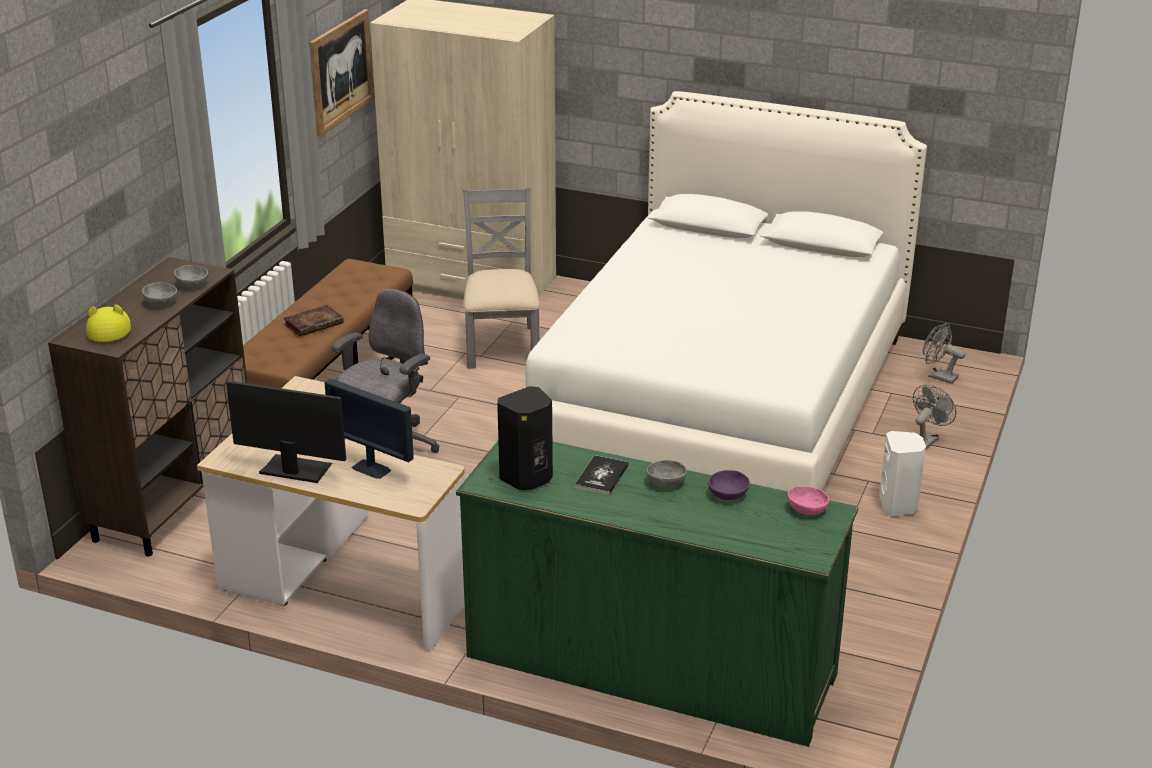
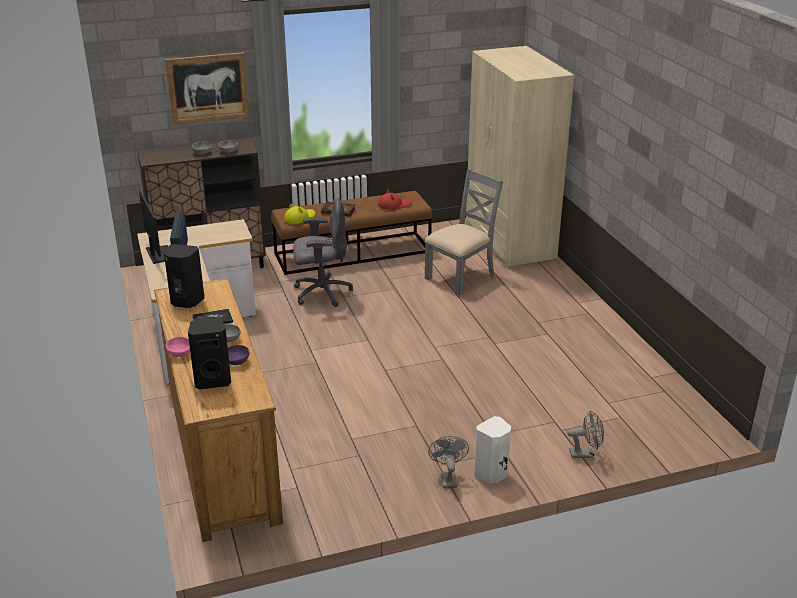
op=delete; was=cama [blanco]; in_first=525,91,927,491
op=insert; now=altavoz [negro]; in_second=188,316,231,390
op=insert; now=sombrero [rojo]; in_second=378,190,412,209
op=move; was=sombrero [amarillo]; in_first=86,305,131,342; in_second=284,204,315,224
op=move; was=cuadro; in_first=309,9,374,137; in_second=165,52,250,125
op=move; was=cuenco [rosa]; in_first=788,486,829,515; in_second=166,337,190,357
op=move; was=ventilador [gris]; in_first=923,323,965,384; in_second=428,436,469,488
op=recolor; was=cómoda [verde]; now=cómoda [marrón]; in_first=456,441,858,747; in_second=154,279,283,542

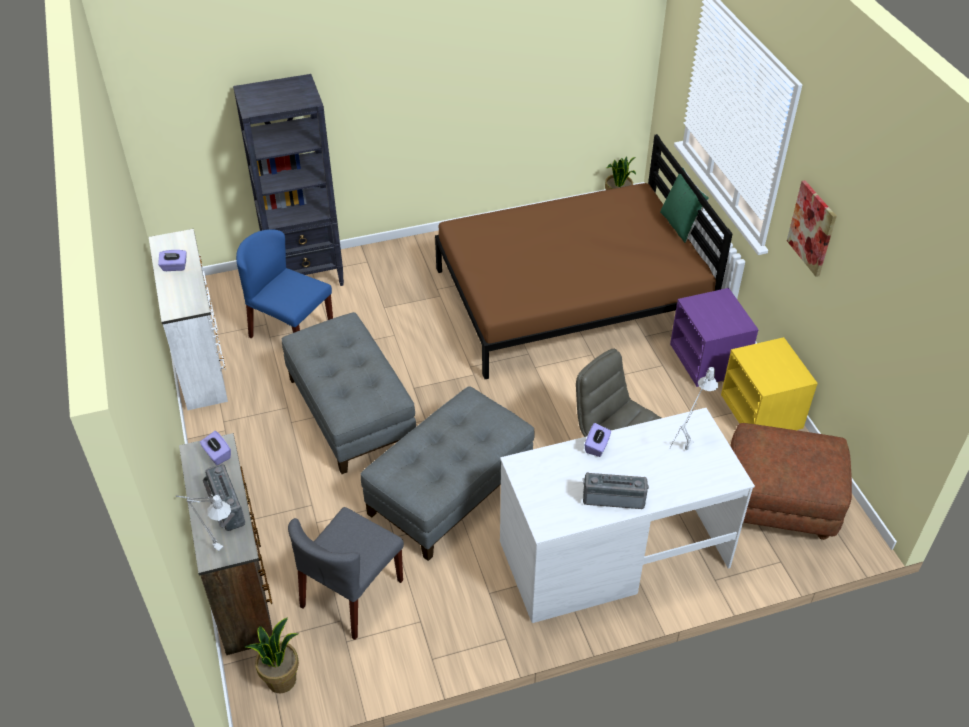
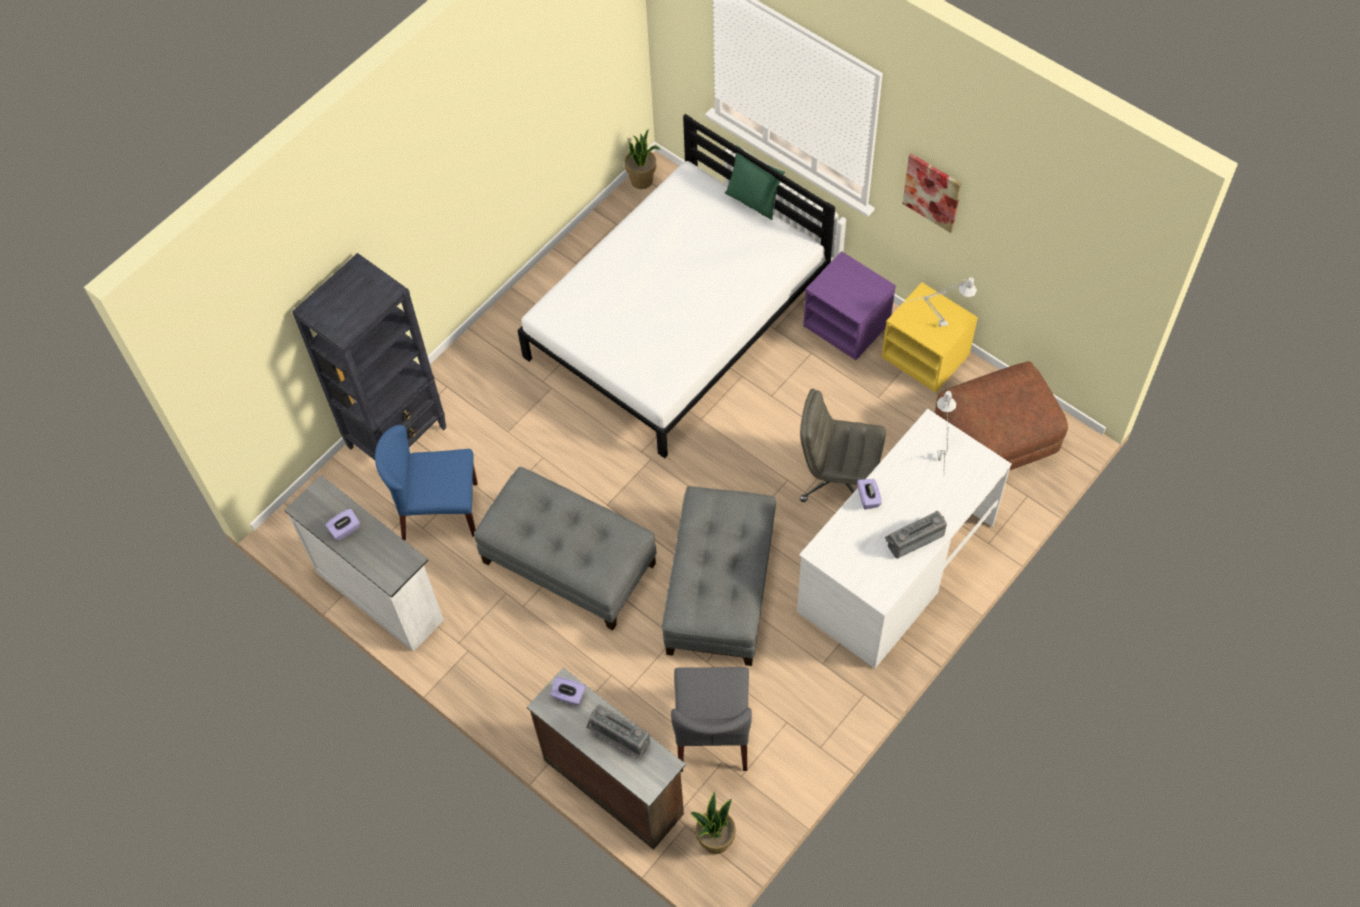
op=move; was=lámpara de mesa [gris]; in_first=176,494,231,551; in_second=906,277,977,327
op=recolor; was=cama [marrón]; now=cama [blanco]; in_first=435,134,732,379; in_second=517,114,835,458

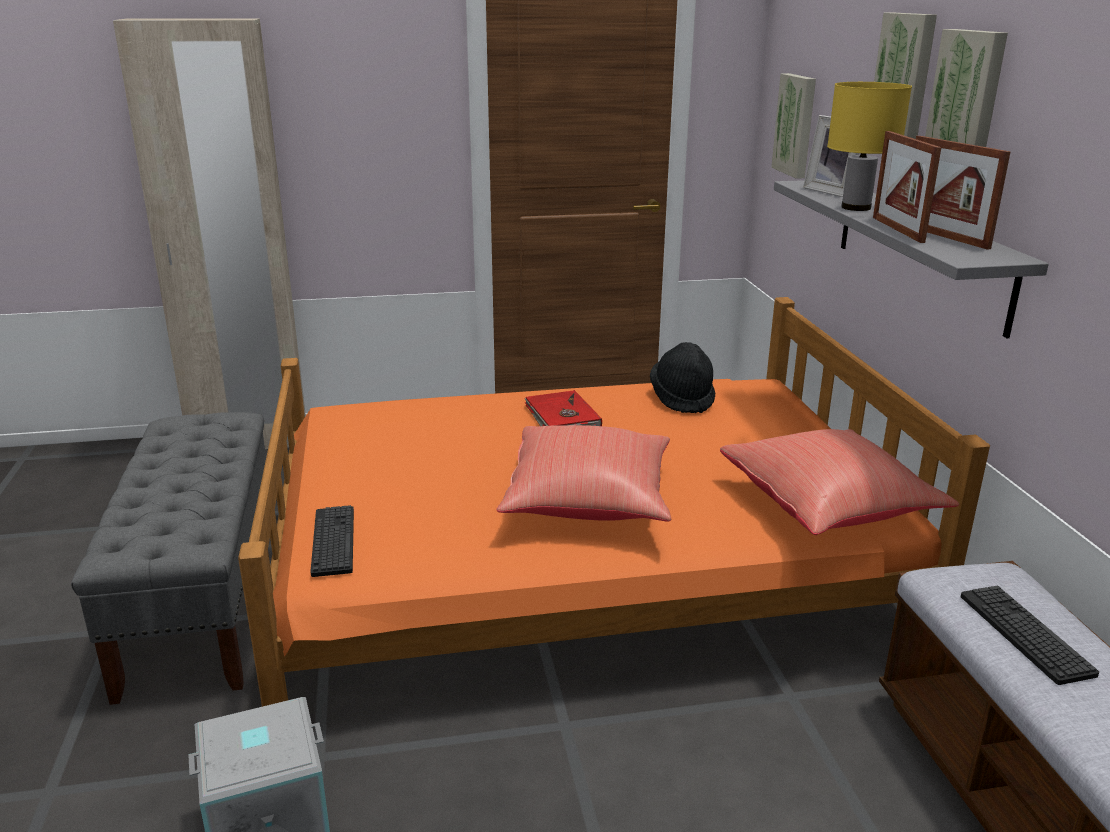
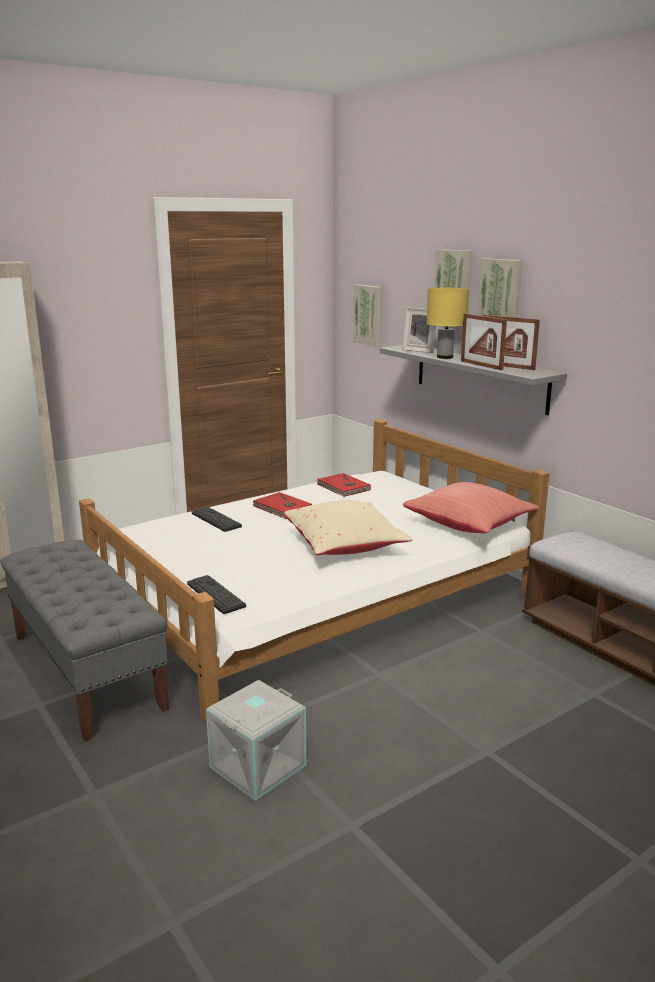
op=move; was=teclado; in_first=961,585,1099,685; in_second=192,507,242,532
op=replace; was=sombrero [negro]; now=libro [rojo]; in_first=650,342,715,413; in_second=317,473,371,497
op=recolor; was=cama [naranja]; now=cama [blanco]; in_first=238,297,990,707; in_second=79,419,550,723
op=recolor; was=cojín [rojo]; now=cojín [beis]; in_first=496,425,671,522; in_second=284,500,413,555

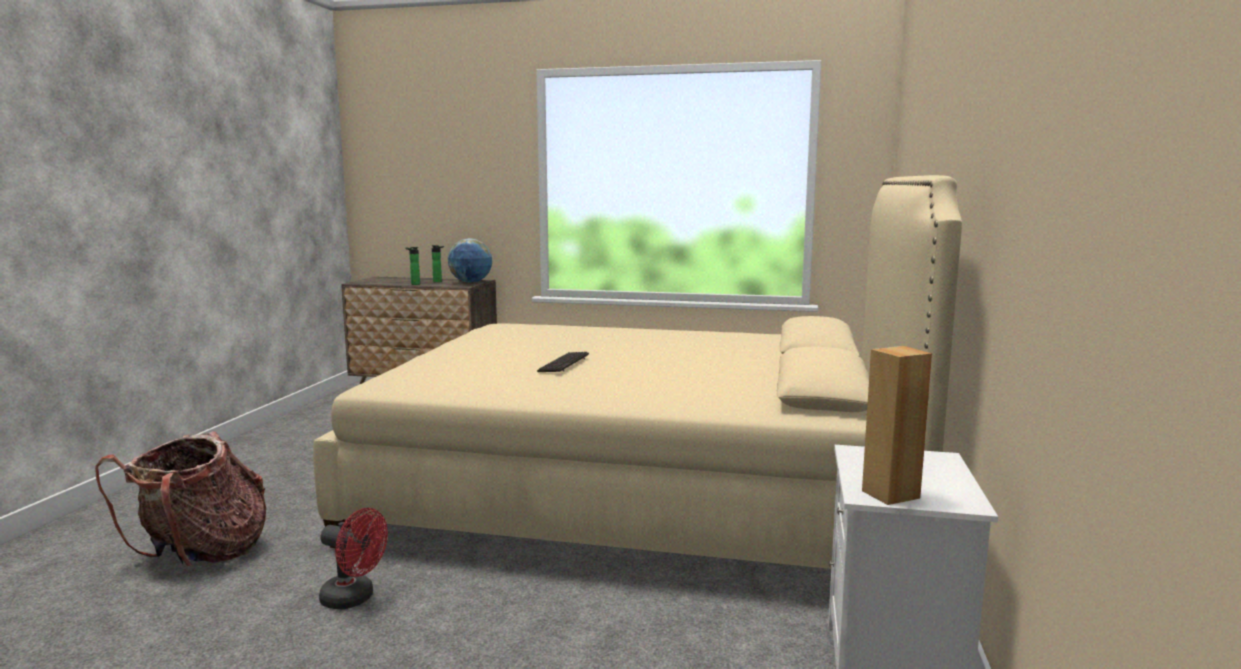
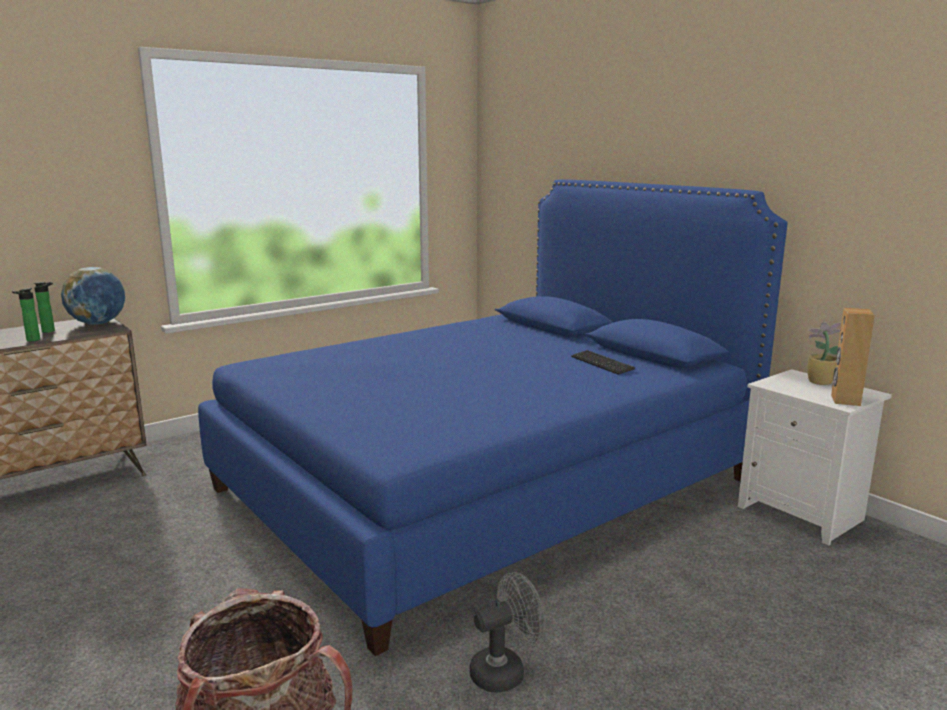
op=insert; now=planta en maceta; in_second=807,322,841,385
op=move; was=teclado; in_first=537,352,589,372; in_second=571,350,635,375
op=recolor; was=cama [beis]; now=cama [azul]; in_first=313,175,962,569; in_second=198,179,787,656
op=recolor; was=ventilador [rojo]; now=ventilador [gris]; in_first=319,508,388,609; in_second=470,572,544,693

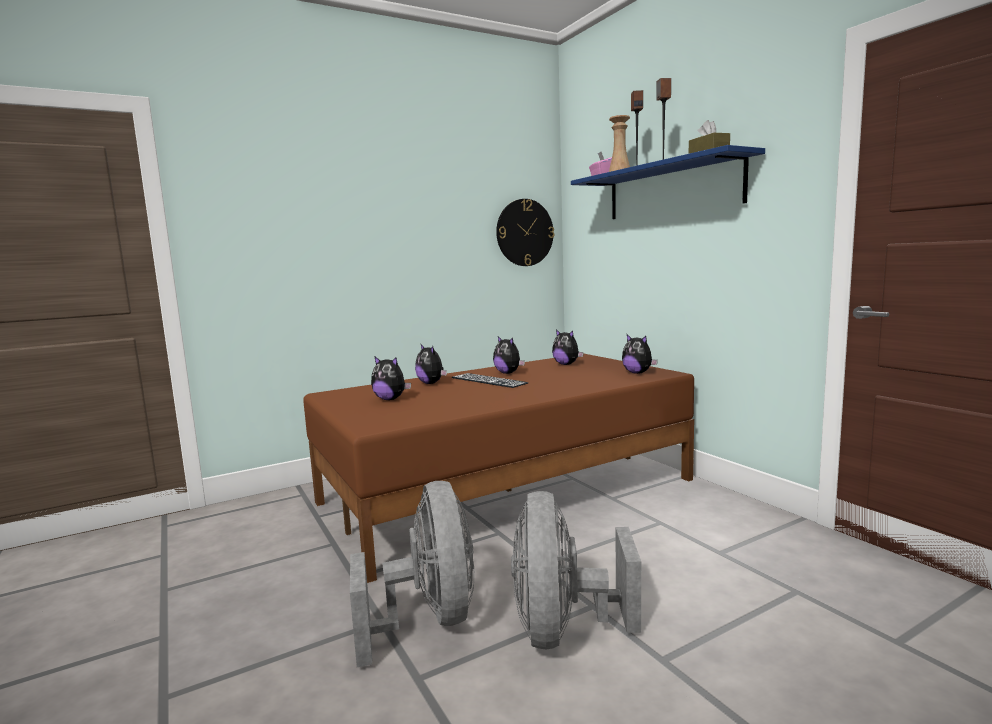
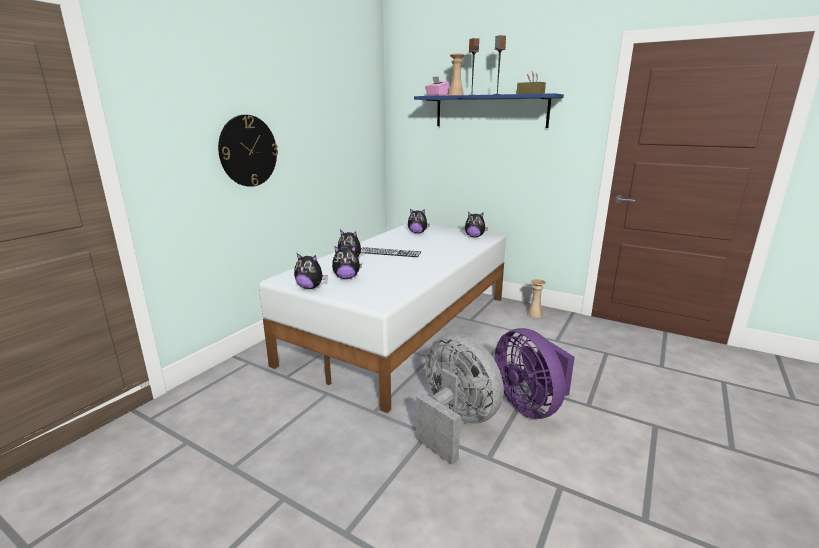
op=insert; now=florero [beis]; in_second=527,279,546,318
op=move; was=peluche; in_first=493,336,525,374; in_second=294,253,328,289
op=move; was=reloj de pared; in_first=496,199,554,266; in_second=218,115,278,187
op=recolor; was=cama [marrón]; now=cama [blanco]; in_first=303,354,694,583; in_second=259,224,506,413
op=recolor; was=ventilador [gris]; now=ventilador [morado]; in_first=511,491,641,649; in_second=495,328,575,419

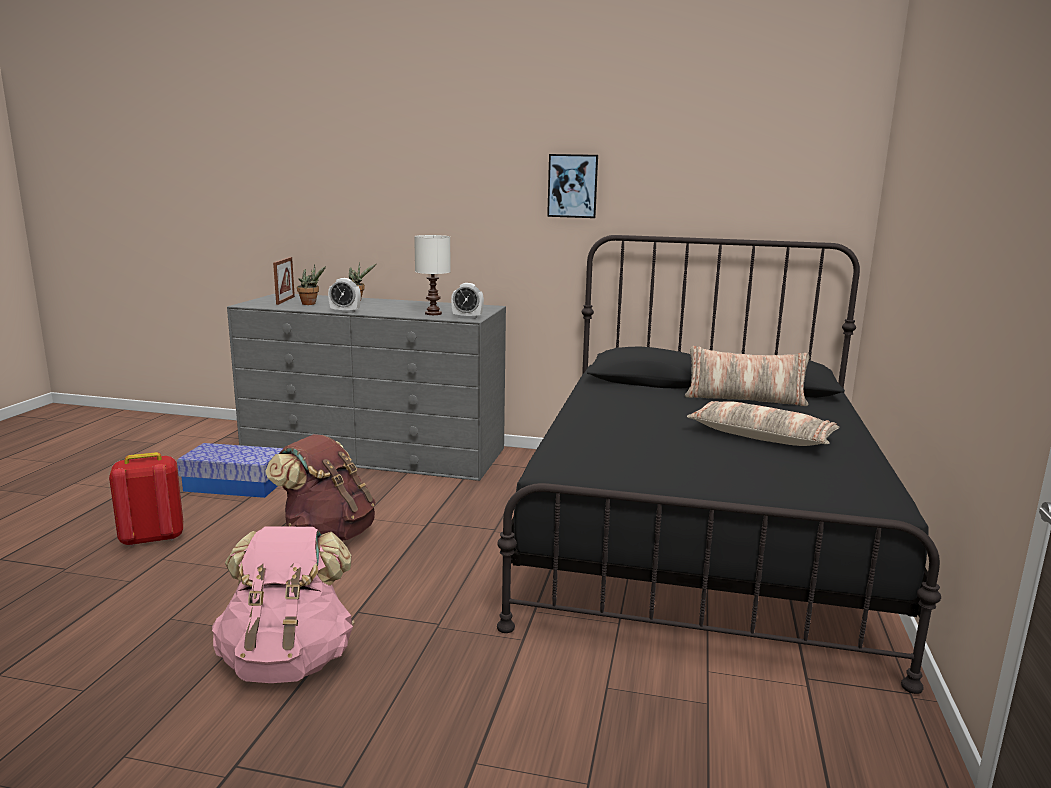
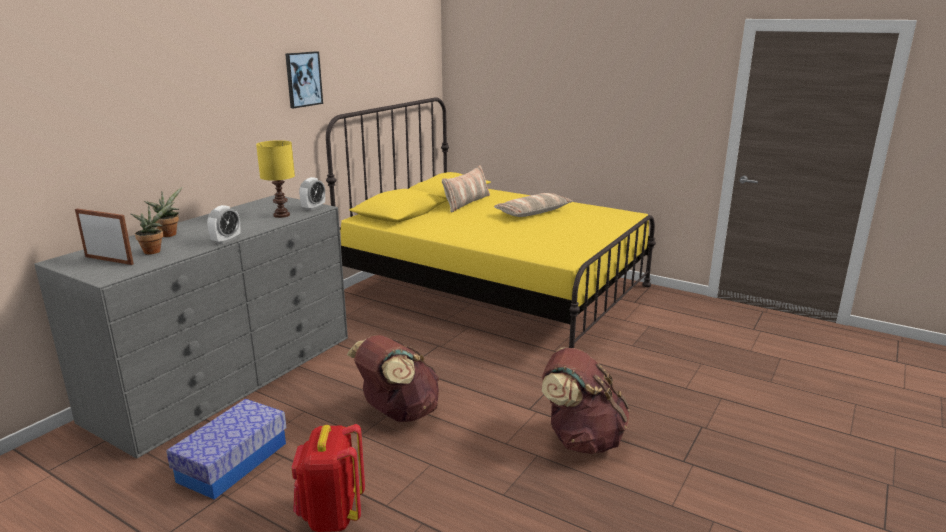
op=recolor; was=mochila [rosa]; now=mochila [marrón]; in_first=212,526,355,683; in_second=542,347,630,454
op=recolor; was=lámpara de mesa [blanco]; now=lámpara de mesa [amarillo]; in_first=414,235,451,315; in_second=256,140,295,218
op=recolor; was=cama [negro]; now=cama [amarillo]; in_first=497,235,941,694; in_second=326,97,656,348

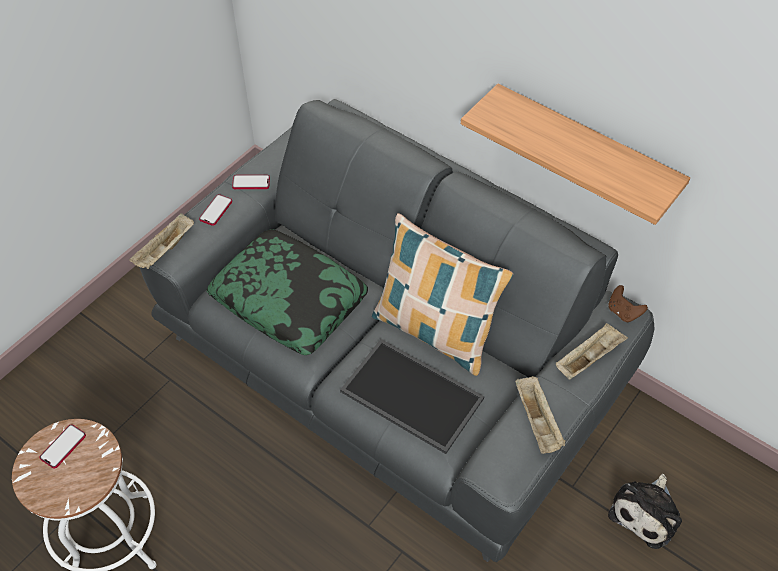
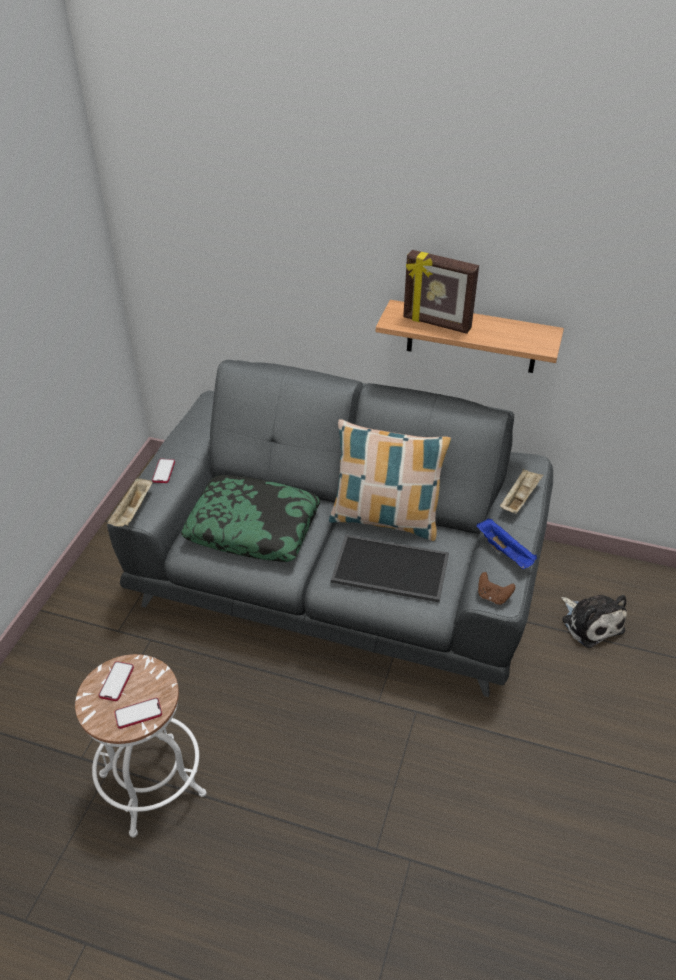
op=insert; now=portarretratos; in_second=403,250,479,334
op=move; was=móvil; in_first=232,175,270,189; in_second=114,698,162,729
op=move; was=mando de consola [marrón]; in_first=609,285,648,322; in_second=478,572,515,605
op=recolor; was=bandeja [beis]; now=bandeja [azul]; in_first=515,376,565,454; in_second=476,519,537,569
op=rotate; was=peluche; in_first=608,474,682,549; in_second=561,595,627,648; clockwise=-45

